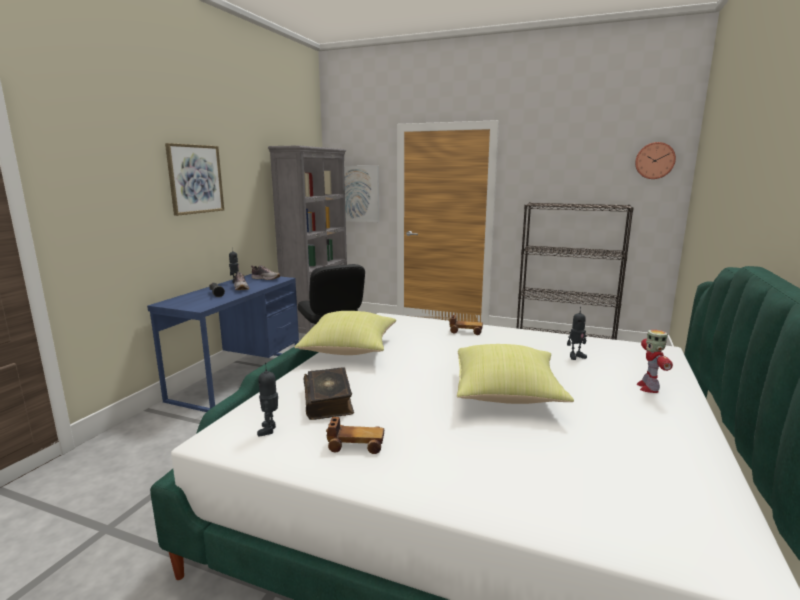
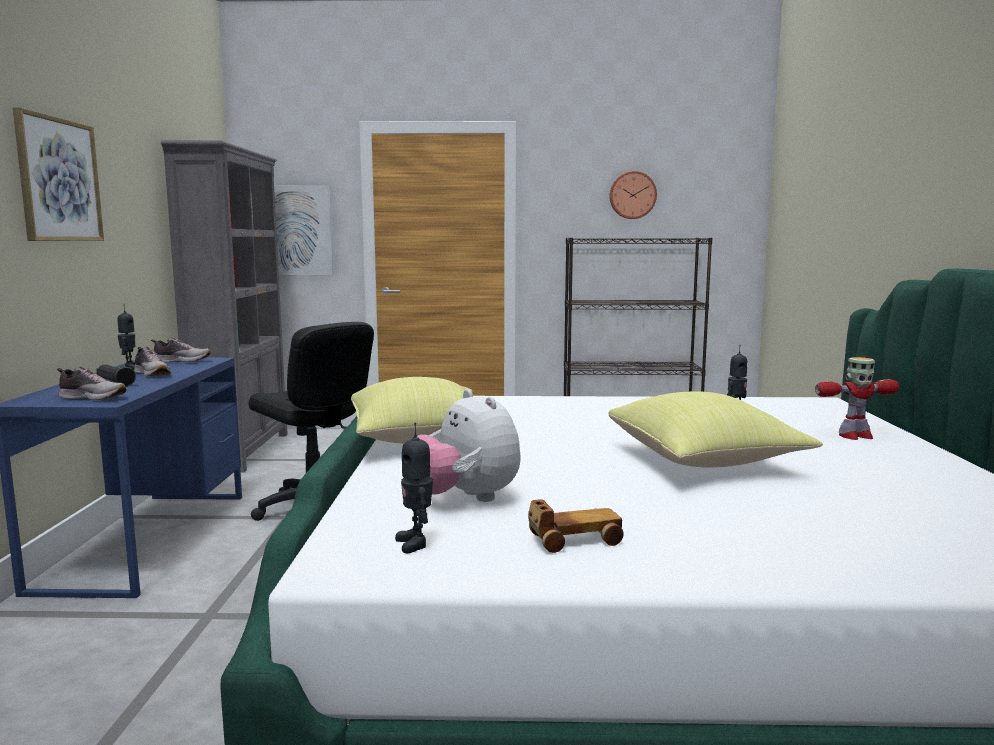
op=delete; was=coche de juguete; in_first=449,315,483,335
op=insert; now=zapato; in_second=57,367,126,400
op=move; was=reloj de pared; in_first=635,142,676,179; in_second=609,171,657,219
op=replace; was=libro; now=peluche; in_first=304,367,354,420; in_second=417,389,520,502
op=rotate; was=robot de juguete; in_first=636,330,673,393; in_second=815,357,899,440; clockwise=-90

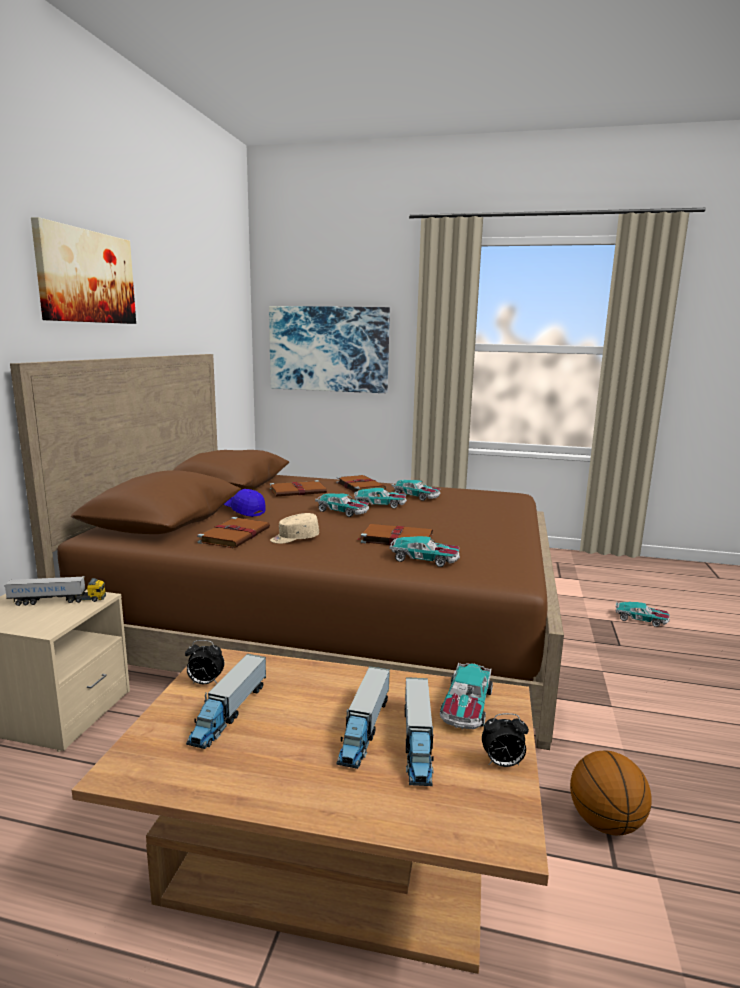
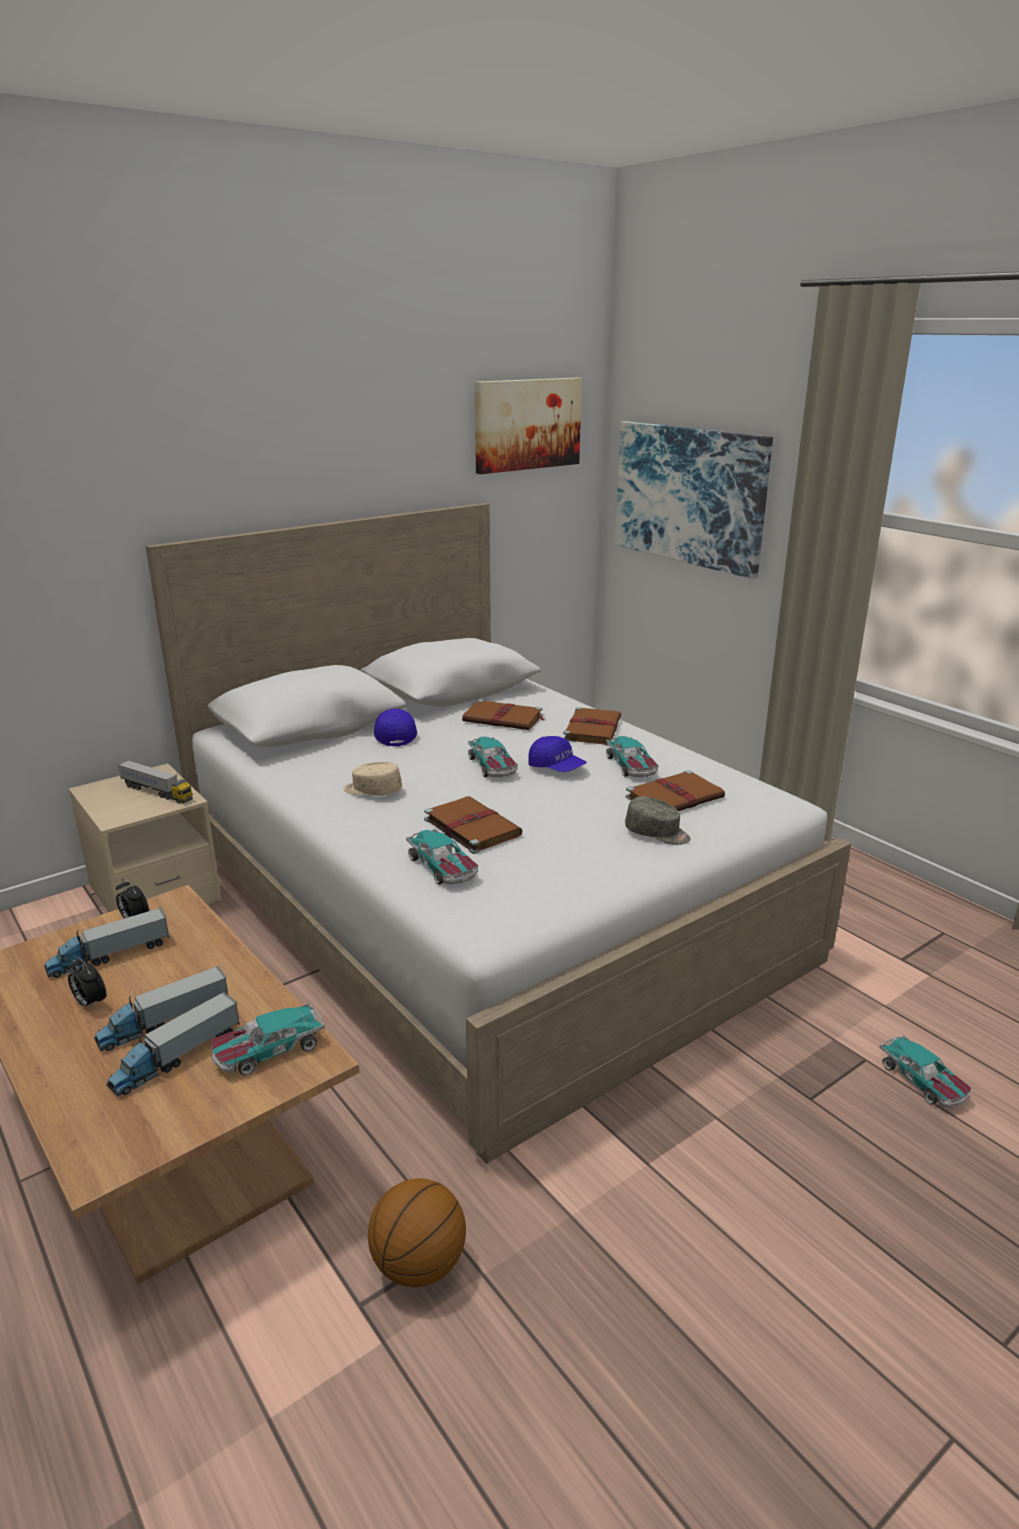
op=insert; now=gorra [gris]; in_second=625,796,691,845
op=move; was=cuadro; in_first=31,217,136,324; in_second=475,378,582,474
op=move; was=libro [marrón]; in_first=197,517,270,548; in_second=625,770,725,811
op=move; was=despertador; in_first=482,713,529,767; in_second=67,956,106,1009
op=replace; was=coche de juguete; now=gorra [azul]; in_first=354,488,407,508; in_second=528,736,587,772
op=recolor; was=cama [marrón]; now=cama [blanco]; in_first=10,354,564,750; in_second=146,503,851,1164

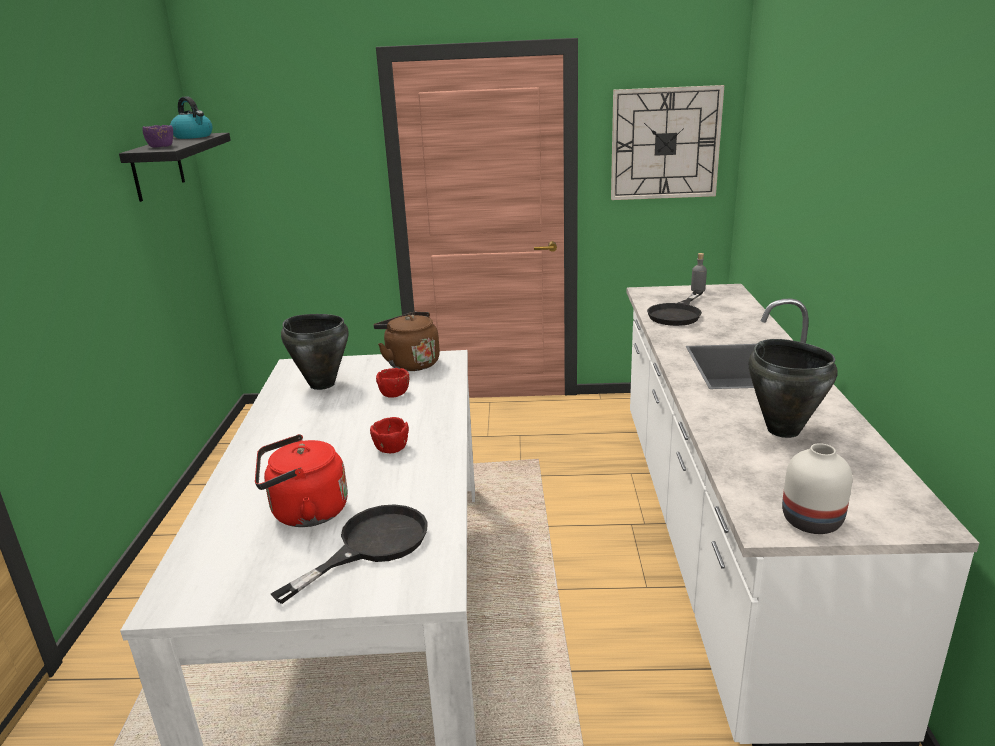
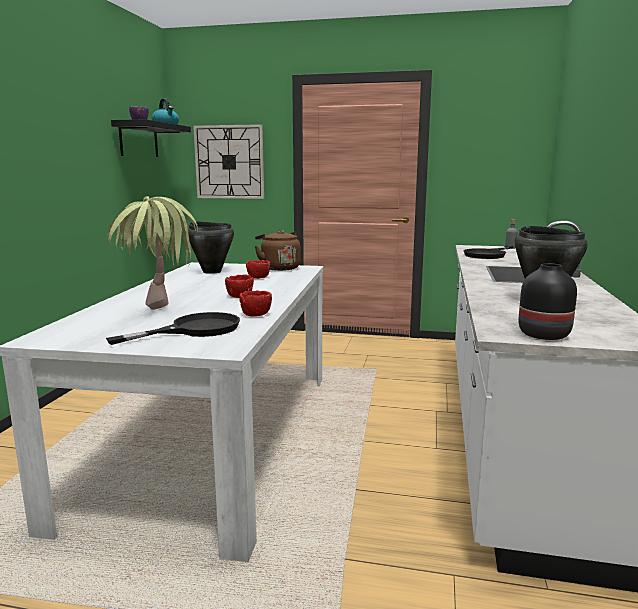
op=insert; now=cuenco [rojo]; in_second=239,290,272,317
op=move; was=reloj de pared; in_first=611,85,724,200; in_second=193,124,264,199
op=replace; was=hervidor [rojo]; now=planta en maceta; in_first=255,434,348,527; in_second=107,197,198,310
op=recolor; was=florero [blanco]; now=florero [negro]; in_first=782,443,853,534; in_second=519,263,577,340

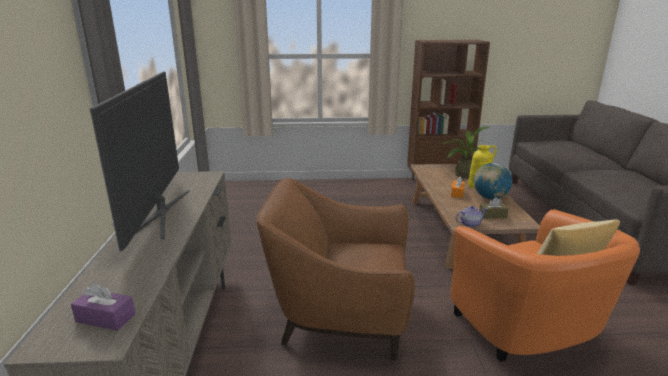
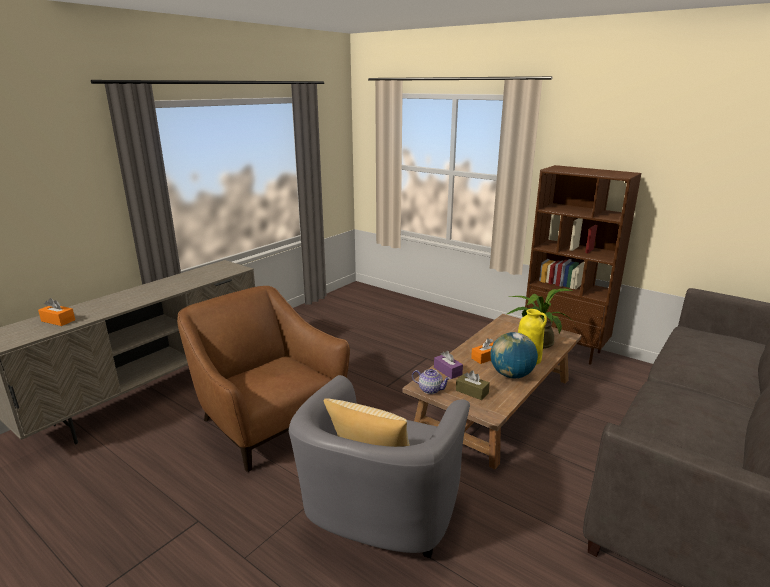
op=delete; was=televisor; in_first=90,71,190,251
op=insert; now=caja de pañuelos [naranja]; in_second=38,298,75,326
op=move; was=caja de pañuelos [morado]; in_first=71,283,136,331; in_second=434,351,463,379
op=recolor; was=sillón [naranja]; now=sillón [gris]; in_first=451,210,640,362; in_second=289,375,470,558

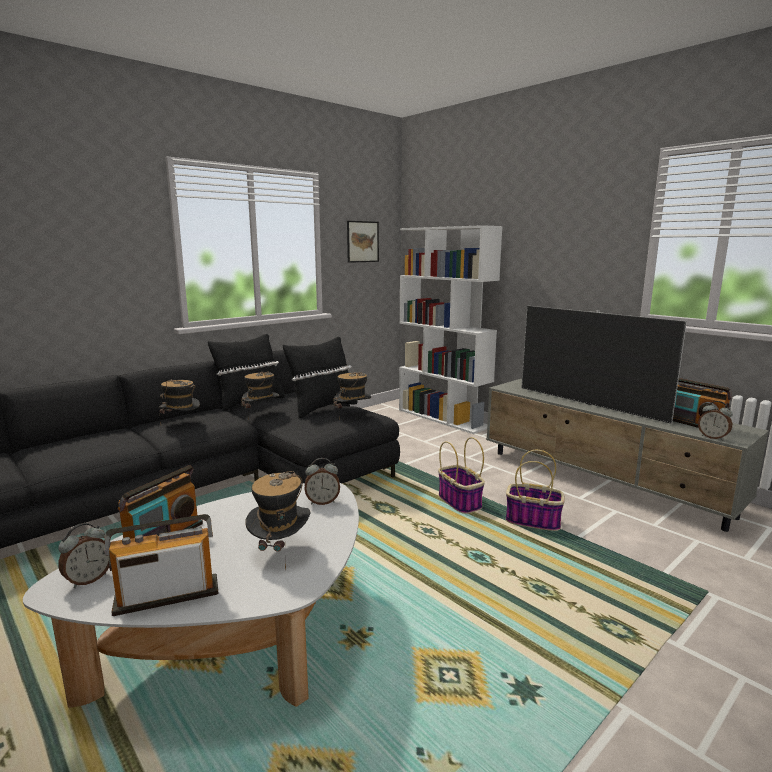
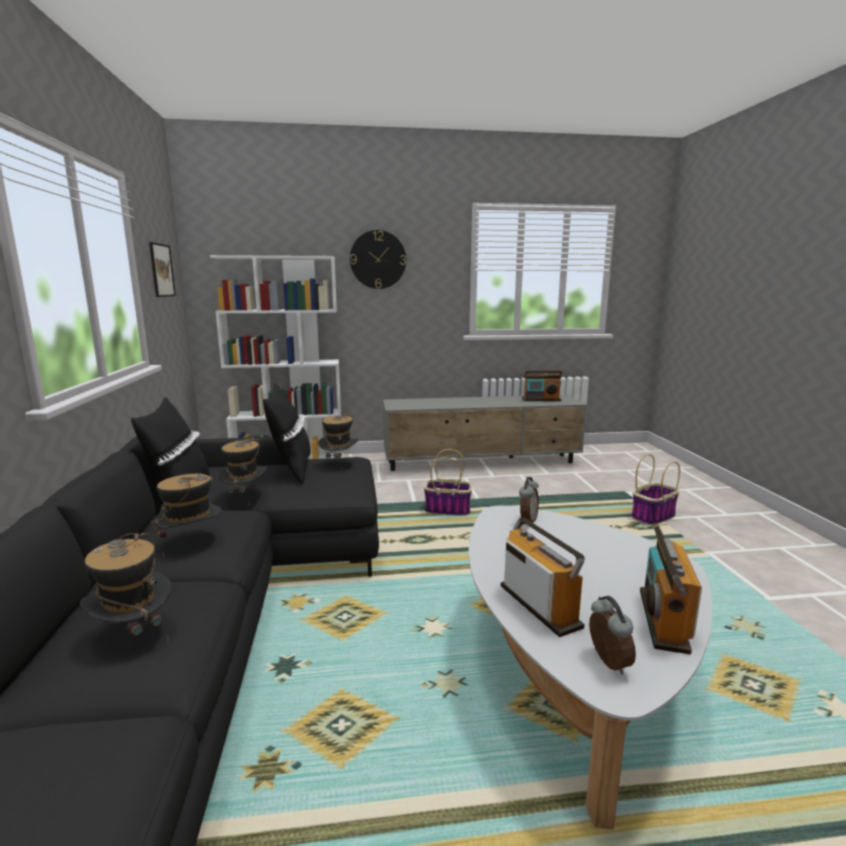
op=delete; was=televisor; in_first=521,306,687,424
op=delete; was=despertador; in_first=698,401,733,441
op=insert; now=reloj de pared; in_second=350,230,406,289
op=move; was=sombrero; in_first=245,471,311,570; in_second=80,533,172,642
op=move; was=cesta; in_first=506,450,565,531; in_second=631,454,680,525

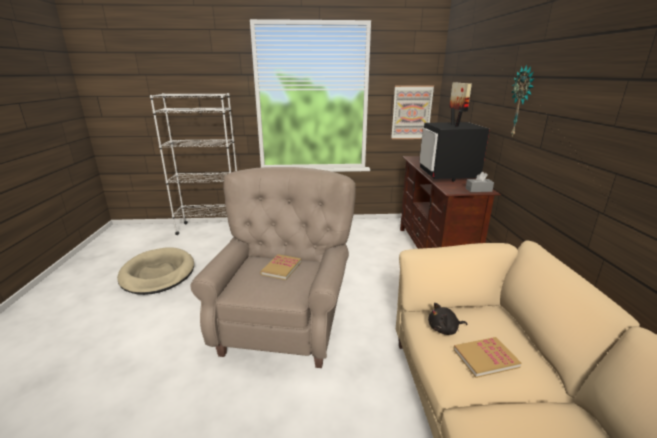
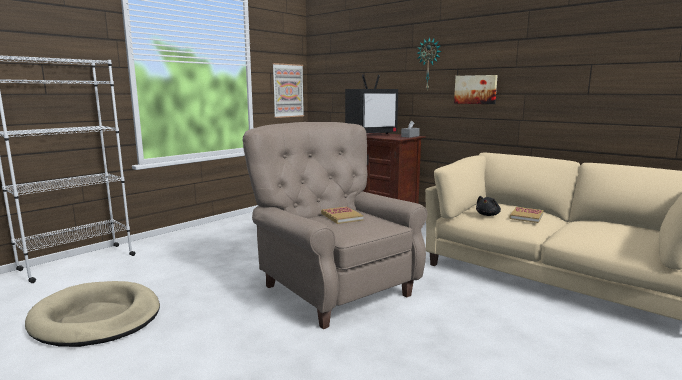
op=move; was=cuadro; in_first=449,82,472,111; in_second=454,75,498,104
op=rotate; was=televisor; in_first=419,108,490,182; in_second=345,74,398,134; clockwise=-60

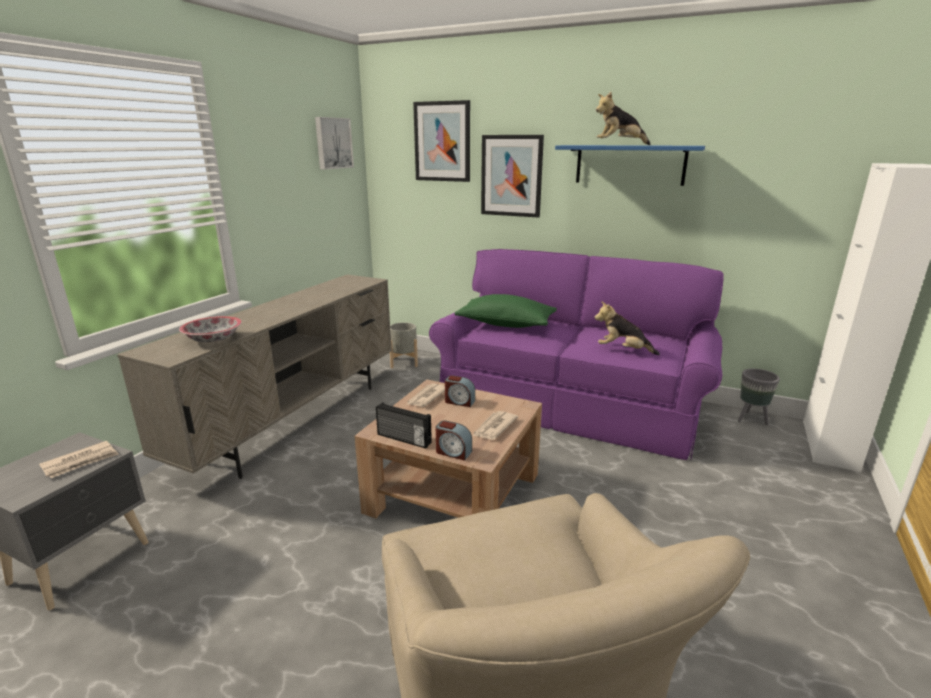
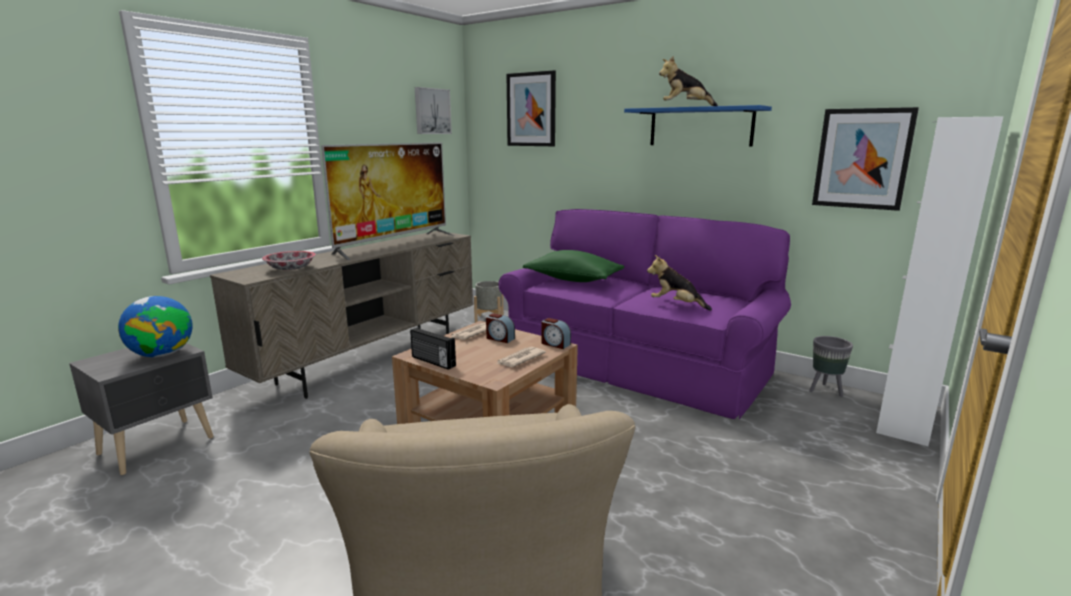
op=insert; now=televisor; in_second=321,142,456,260
op=move; was=despertador; in_first=436,420,472,461; in_second=541,318,571,349
op=move; was=cuadro; in_first=481,135,544,218; in_second=812,107,919,211
op=replace; was=periódico; now=globo terráqueo; in_first=39,441,119,478; in_second=118,296,193,358

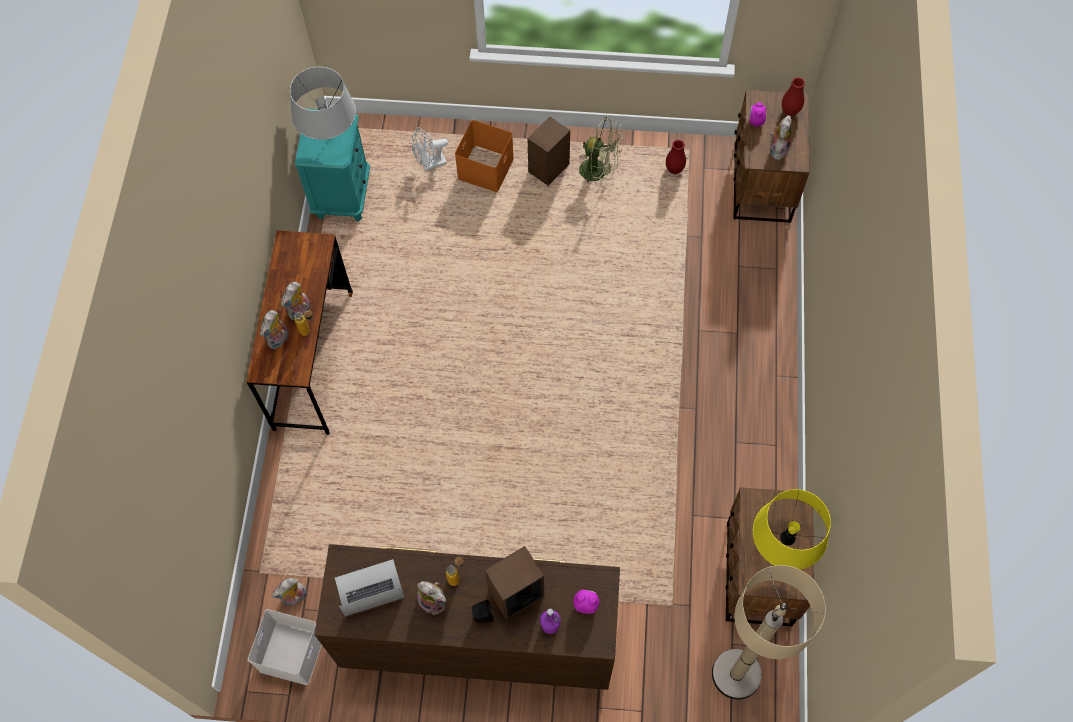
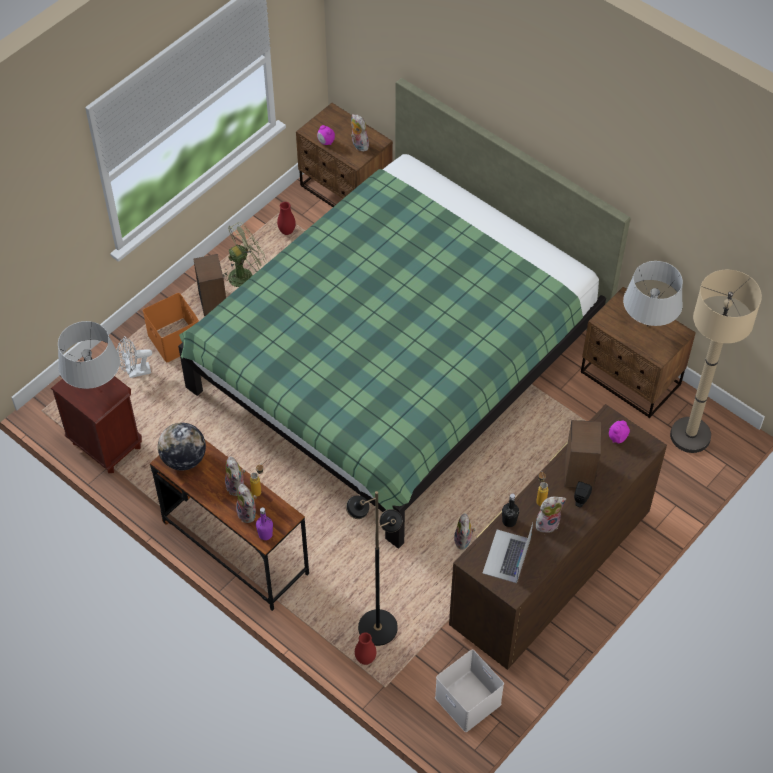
op=insert; now=globo terráqueo; in_second=158,423,206,471
op=insert; now=cama [verde]; in_second=178,78,631,548
op=insert; now=lámpara de pie [negro]; in_second=346,491,402,646
op=insert; now=botella [negro]; in_second=502,494,519,527
op=move; was=peluche; in_first=272,578,306,606; in_second=454,513,475,550
op=move; was=botella [morado]; in_first=540,608,561,634; in_second=256,507,273,540
op=move; was=florero [rojo]; in_first=782,77,805,116; in_second=355,632,376,665
op=recolor; was=mesita de noche [turquesa]; now=mesita de noche [marrón]; in_first=295,109,370,222; in_second=51,361,142,473
op=recolor; was=lámpara de mesa [amarillo]; now=lámpara de mesa [gris]; in_first=753,489,831,570; in_second=623,261,683,326
op=rotate; was=ventilador [blanco]; in_first=411,127,448,171; in_second=117,336,152,378; clockwise=60

